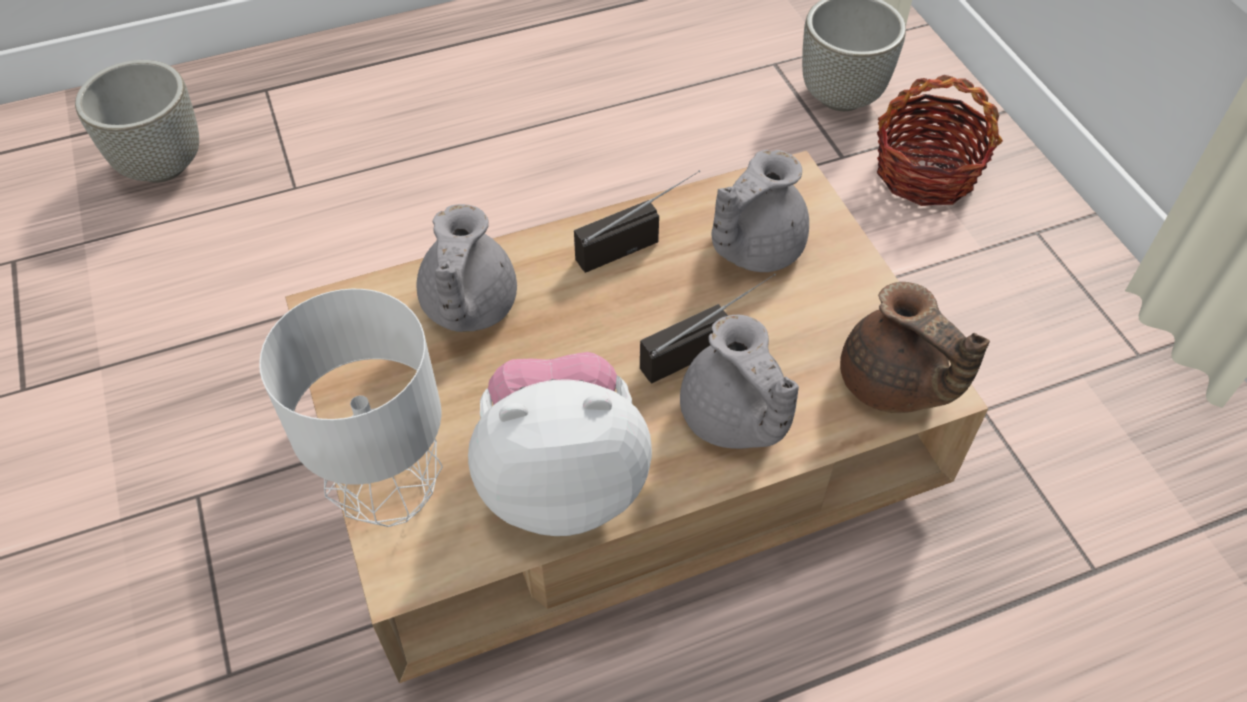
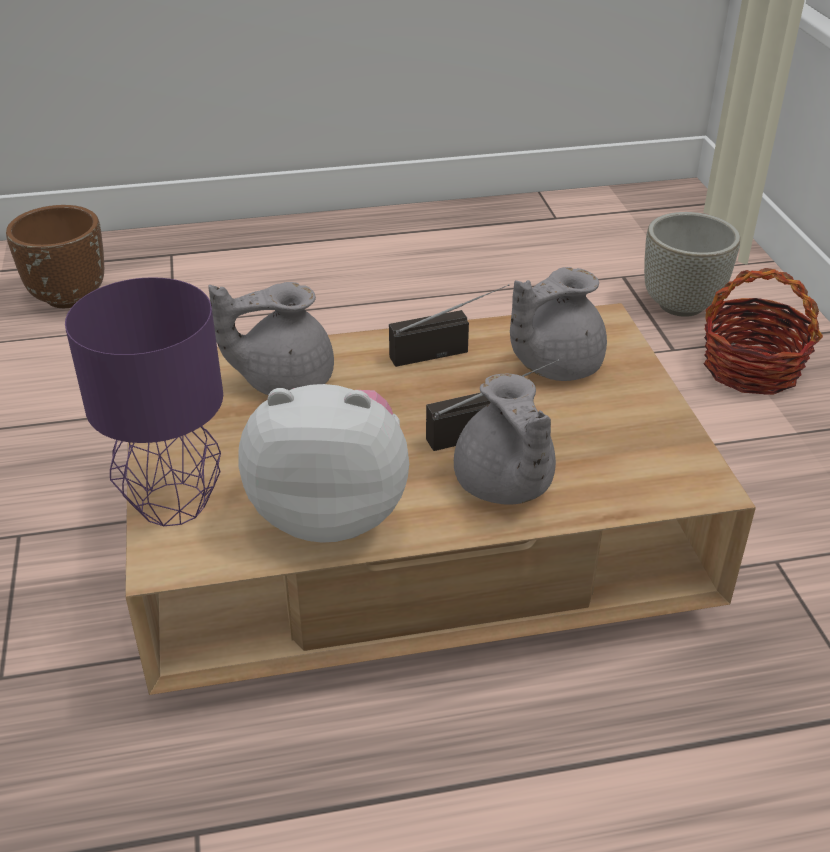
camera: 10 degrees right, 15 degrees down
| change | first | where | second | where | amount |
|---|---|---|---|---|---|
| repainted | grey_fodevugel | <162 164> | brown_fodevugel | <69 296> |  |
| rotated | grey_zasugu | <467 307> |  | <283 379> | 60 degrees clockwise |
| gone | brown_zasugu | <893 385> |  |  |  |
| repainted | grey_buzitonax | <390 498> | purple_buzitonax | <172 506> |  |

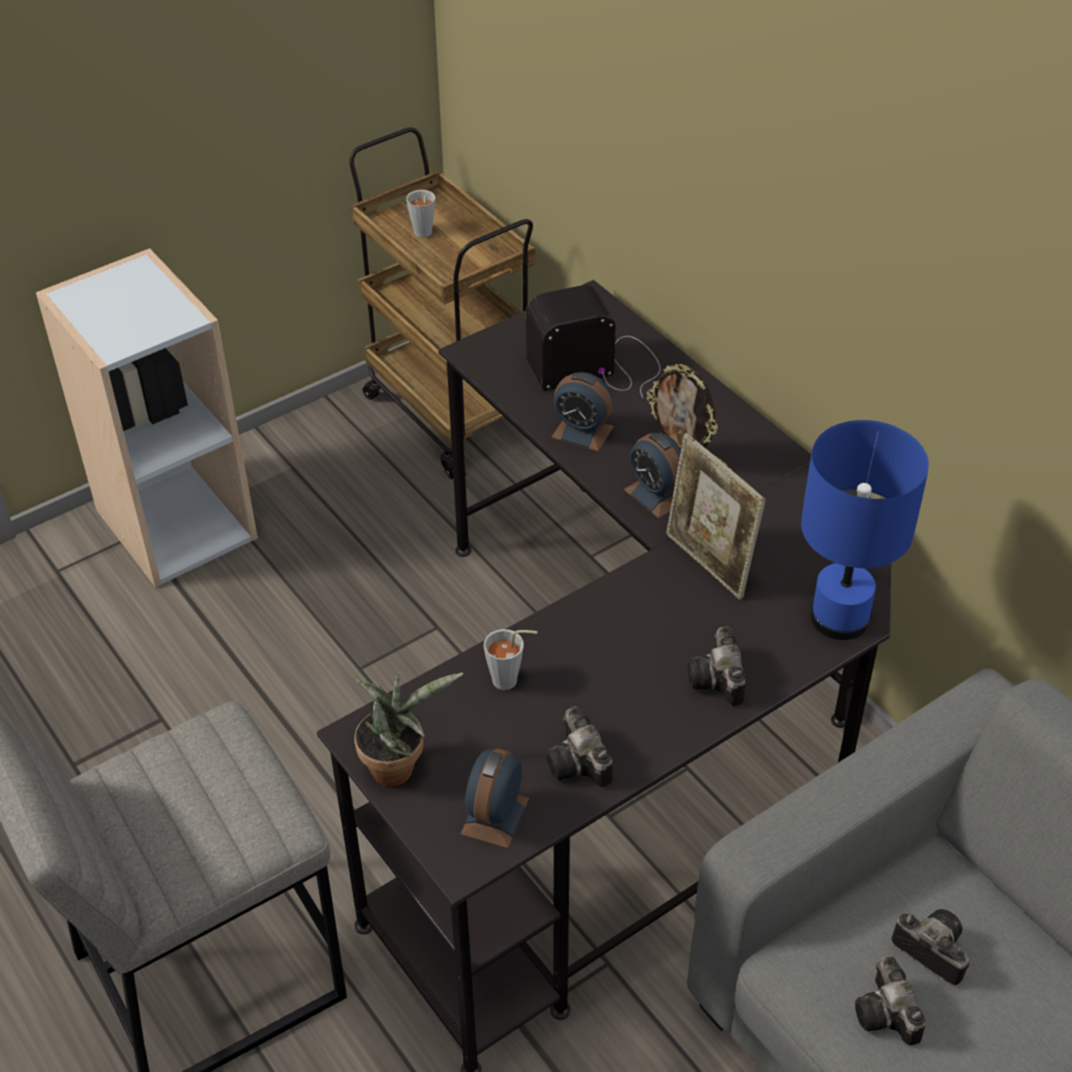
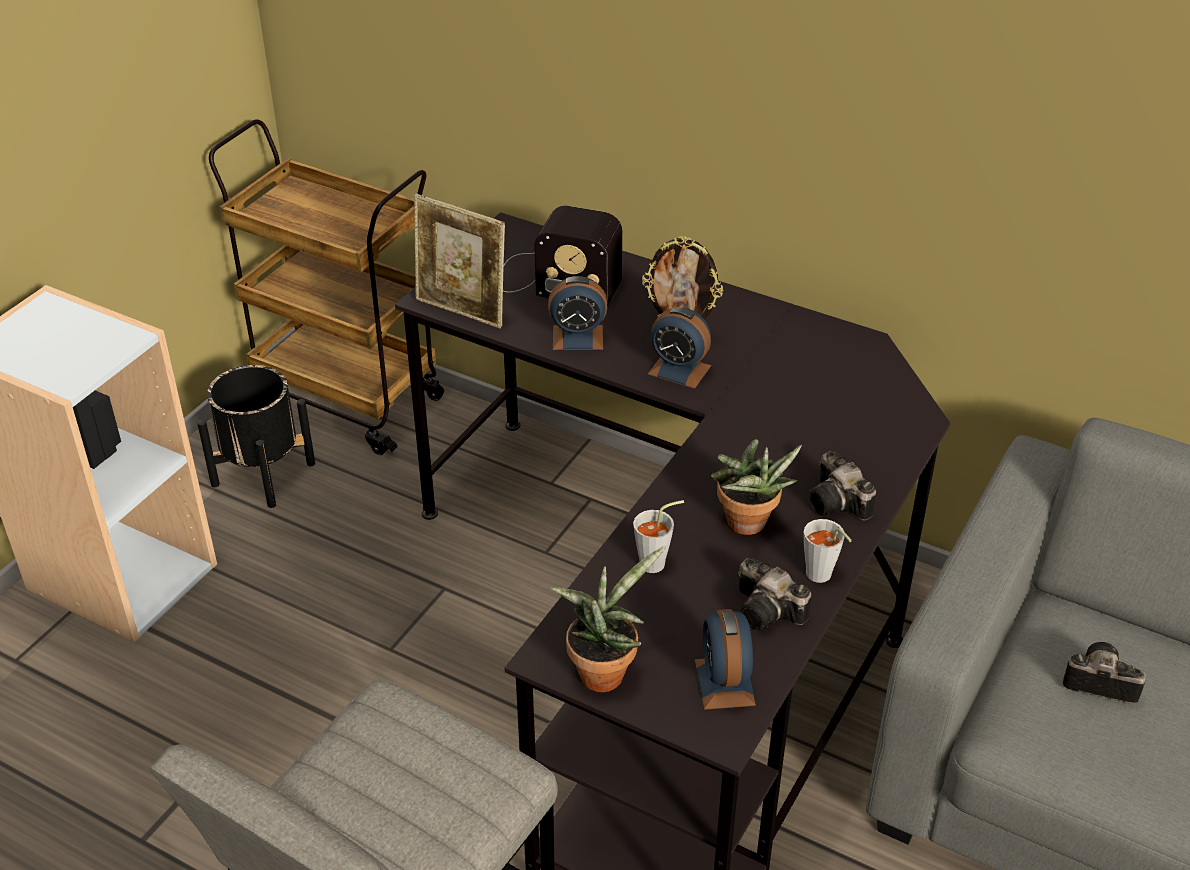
camera: 25 degrees left, 5 degrees down
| change | first | where | second | where | amount |
|---|---|---|---|---|---|
| shifted | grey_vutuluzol | <422 234> |  | <822 577> |  |
| rotated | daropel | <598 365> |  | <554 280> | 120 degrees counterclockwise |
| gone | blue_buzitonax | <838 618> |  |  |  |
| shifted | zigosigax | <708 564> |  | <462 311> |  |
| gone | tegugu | <888 1016> |  |  |  |
| new |  |  | black_fodevugel | <264 474> |  |
| new |  |  | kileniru | <748 526> |  |

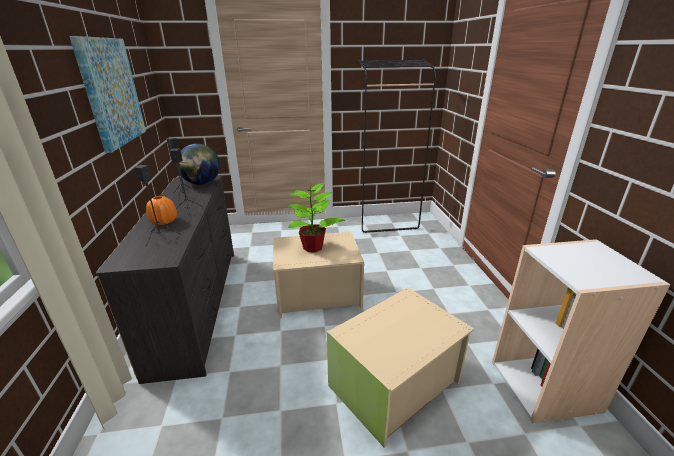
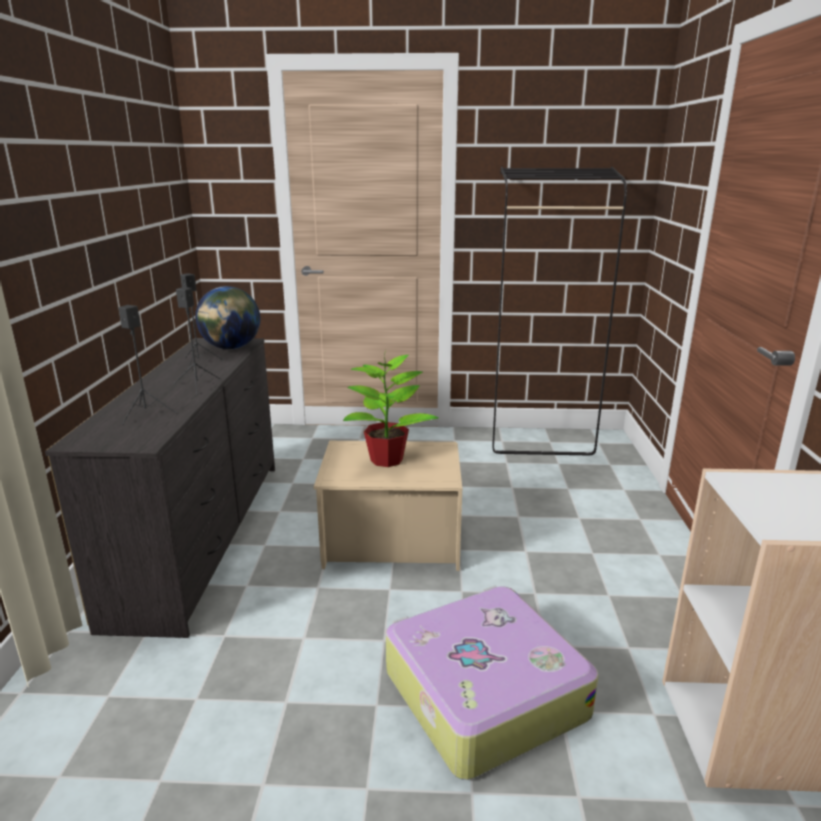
camera: 10 degrees right, 5 degrees down
| change | first | where | second | where | amount |
|---|---|---|---|---|---|
| gone | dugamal | <111 92> |  |  |  |
| gone | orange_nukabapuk | <164 221> |  |  |  |
| swapped | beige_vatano | <396 385> | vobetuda | <482 692> |  |

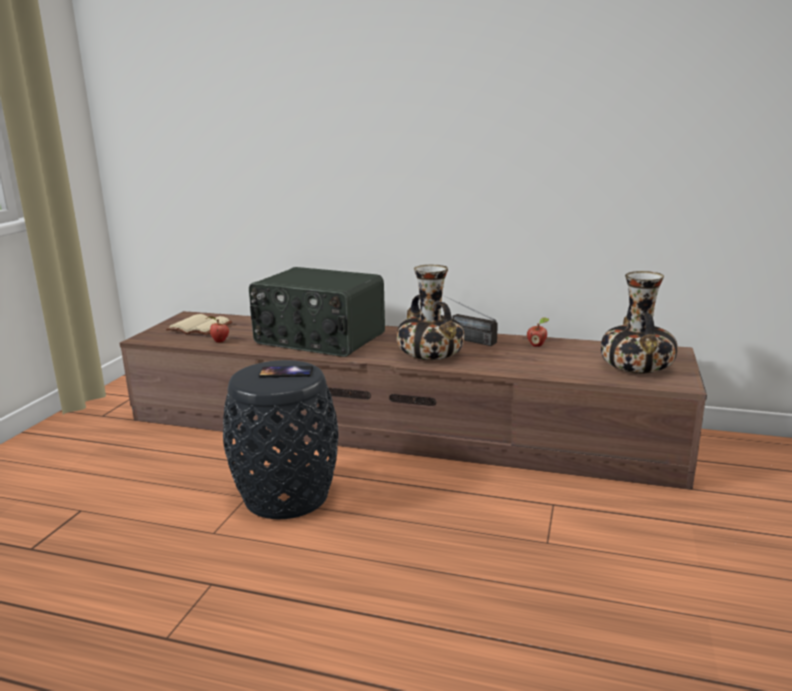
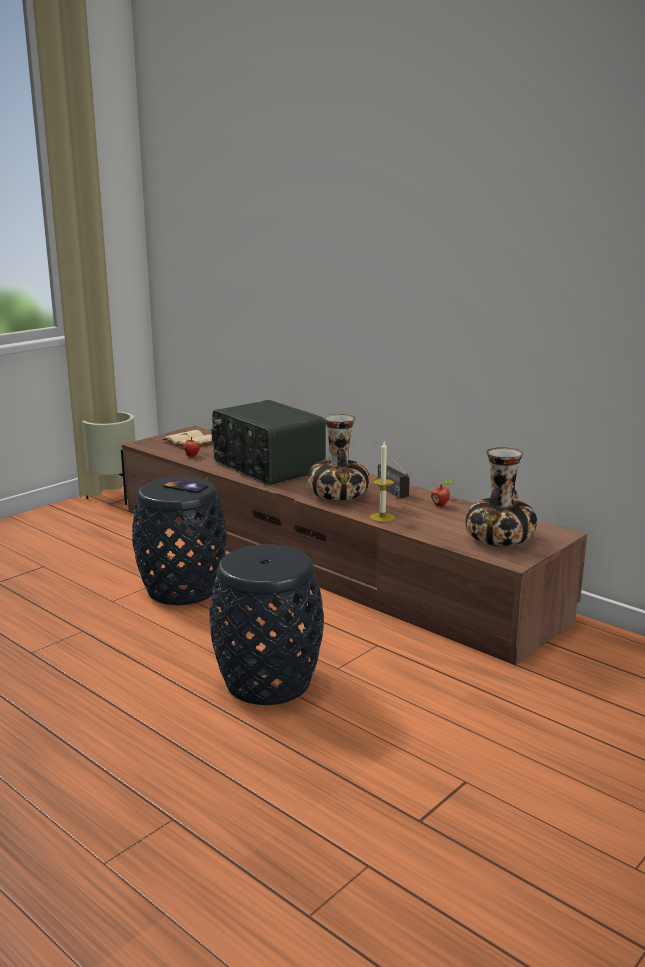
camera: 25 degrees right, 0 degrees up
| change | first | where | second | where | amount |
|---|---|---|---|---|---|
| new |  |  | beige_fodevugel | <113 497> |  |
| new |  |  | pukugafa | <382 517> |  |
| new |  |  | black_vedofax | <268 682> |  |

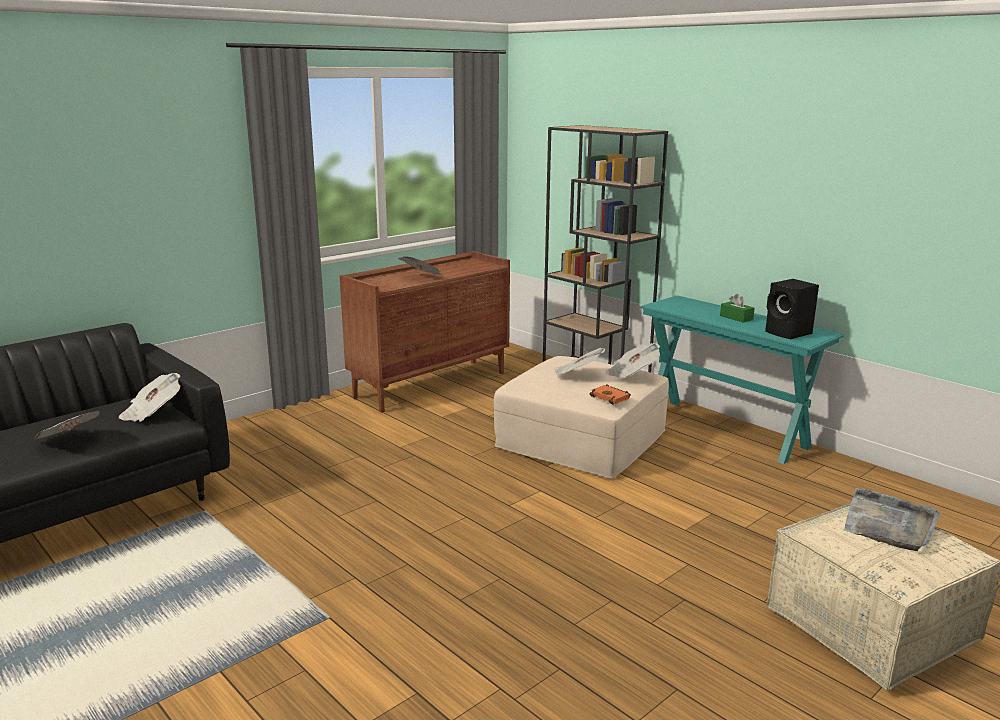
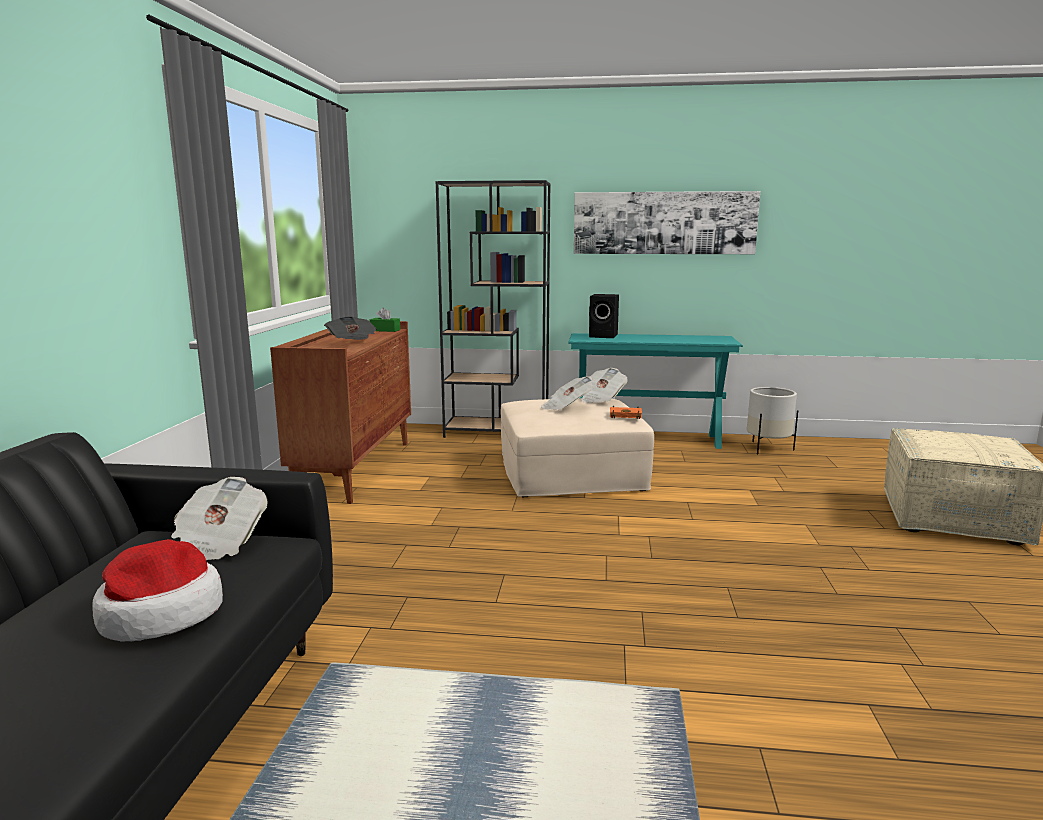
camera: 40 degrees left, 5 degrees down
| change | first | where | second | where | amount |
|---|---|---|---|---|---|
| shifted | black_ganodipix | <789 333> |  | <604 336> |  |
| shifted | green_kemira | <736 317> |  | <385 330> |  |
| swapped | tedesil | <70 441> | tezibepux | <160 614> |  |
| gone | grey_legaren | <889 524> |  |  |  |
| new |  |  | dugamal | <664 223> |  |
| new |  |  | white_fodevugel | <767 448> |  |

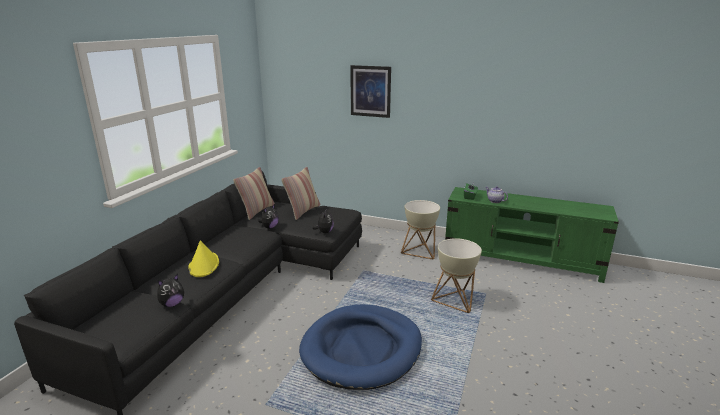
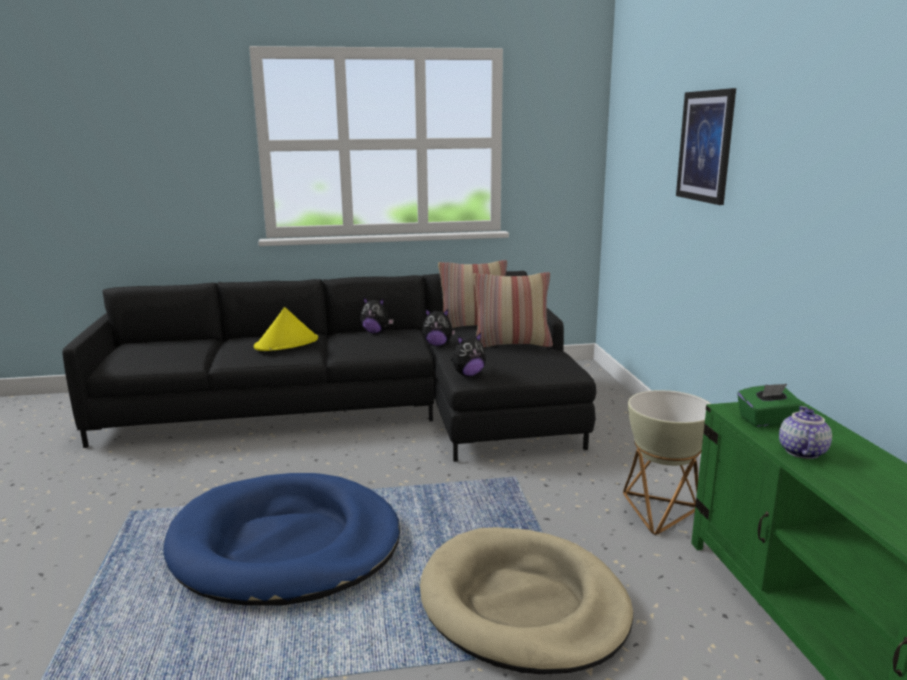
camera: 60 degrees right, 5 degrees down
| change | first | where | second | where | amount |
|---|---|---|---|---|---|
| swapped | fodevugel | <454 300> | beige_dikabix | <523 605> |  |
| shifted | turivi | <172 304> |  | <376 332> |  |

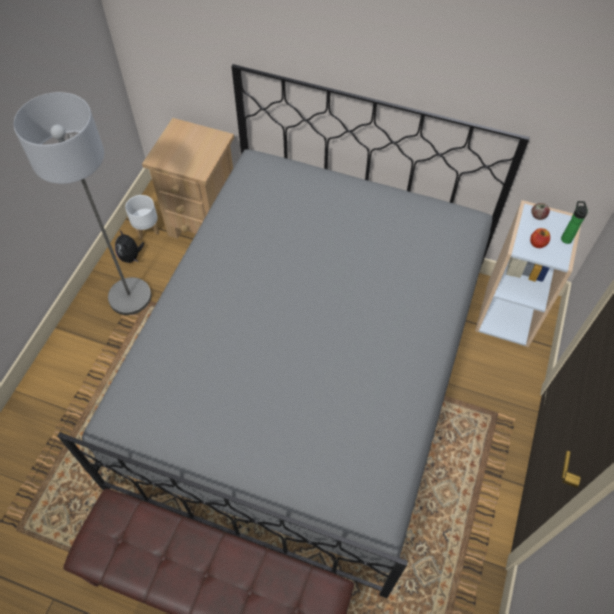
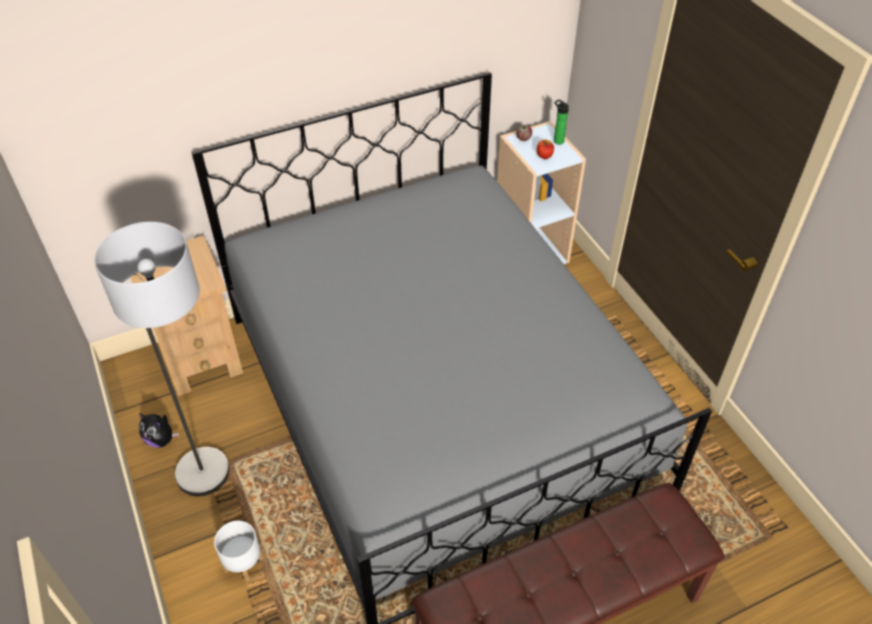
camera: 45 degrees left, 10 degrees down
| change | first | where | second | where | amount |
|---|---|---|---|---|---|
| shifted | white_fodevugel | <147 229> |  | <243 564> |  |

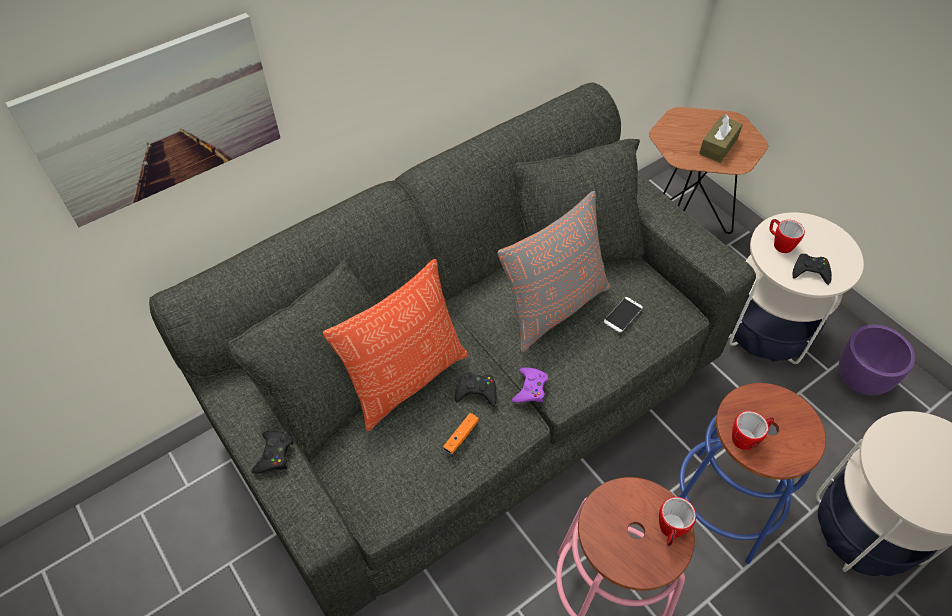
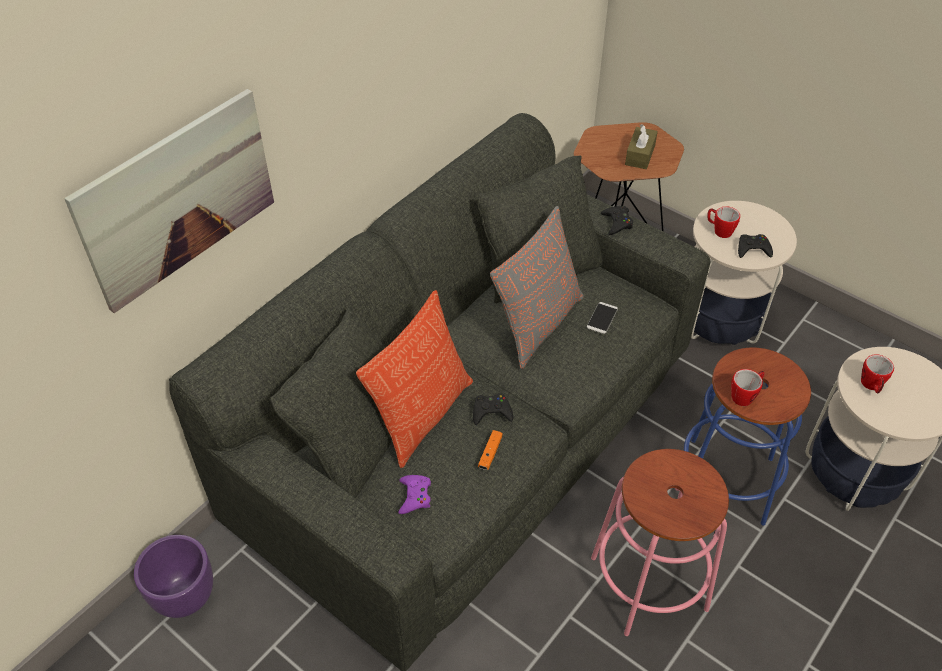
camera: 15 degrees left, 5 degrees down
| change | first | where | second | where | amount |
|---|---|---|---|---|---|
| shifted | purple_fodevugel | <859 379> |  | <185 596> |  |
| shifted | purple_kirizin | <530 388> |  | <414 496> |  |
| shifted | black_kirizin | <274 454> |  | <617 223> |  |
| shifted | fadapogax | <670 531> |  | <871 386> |  |

